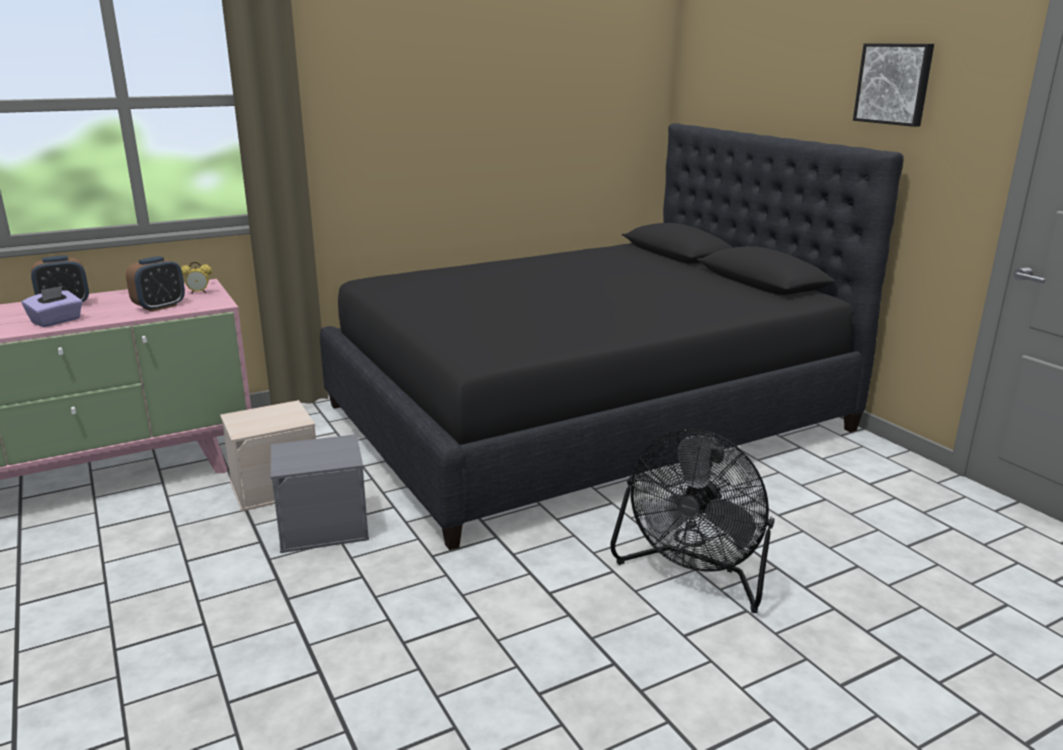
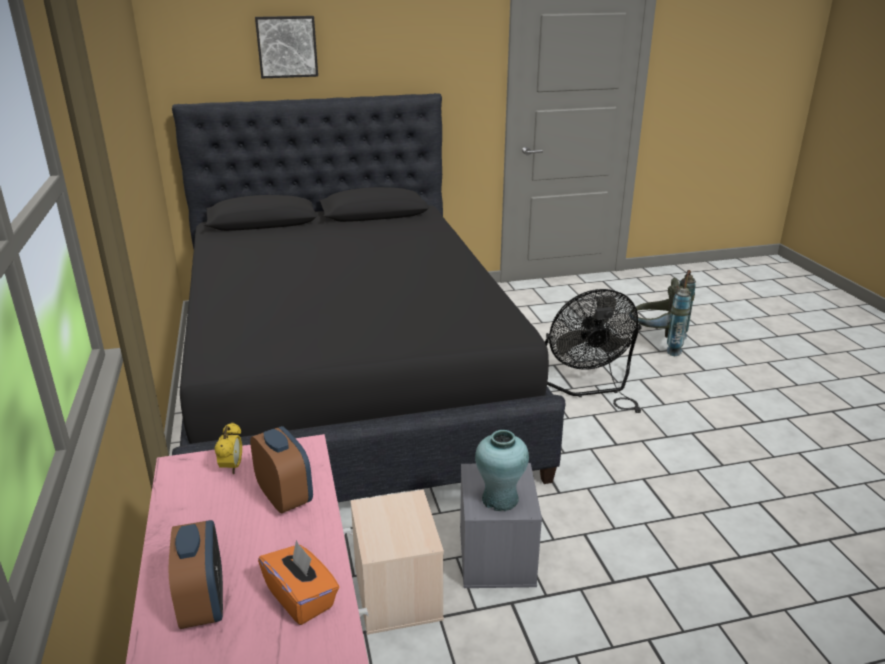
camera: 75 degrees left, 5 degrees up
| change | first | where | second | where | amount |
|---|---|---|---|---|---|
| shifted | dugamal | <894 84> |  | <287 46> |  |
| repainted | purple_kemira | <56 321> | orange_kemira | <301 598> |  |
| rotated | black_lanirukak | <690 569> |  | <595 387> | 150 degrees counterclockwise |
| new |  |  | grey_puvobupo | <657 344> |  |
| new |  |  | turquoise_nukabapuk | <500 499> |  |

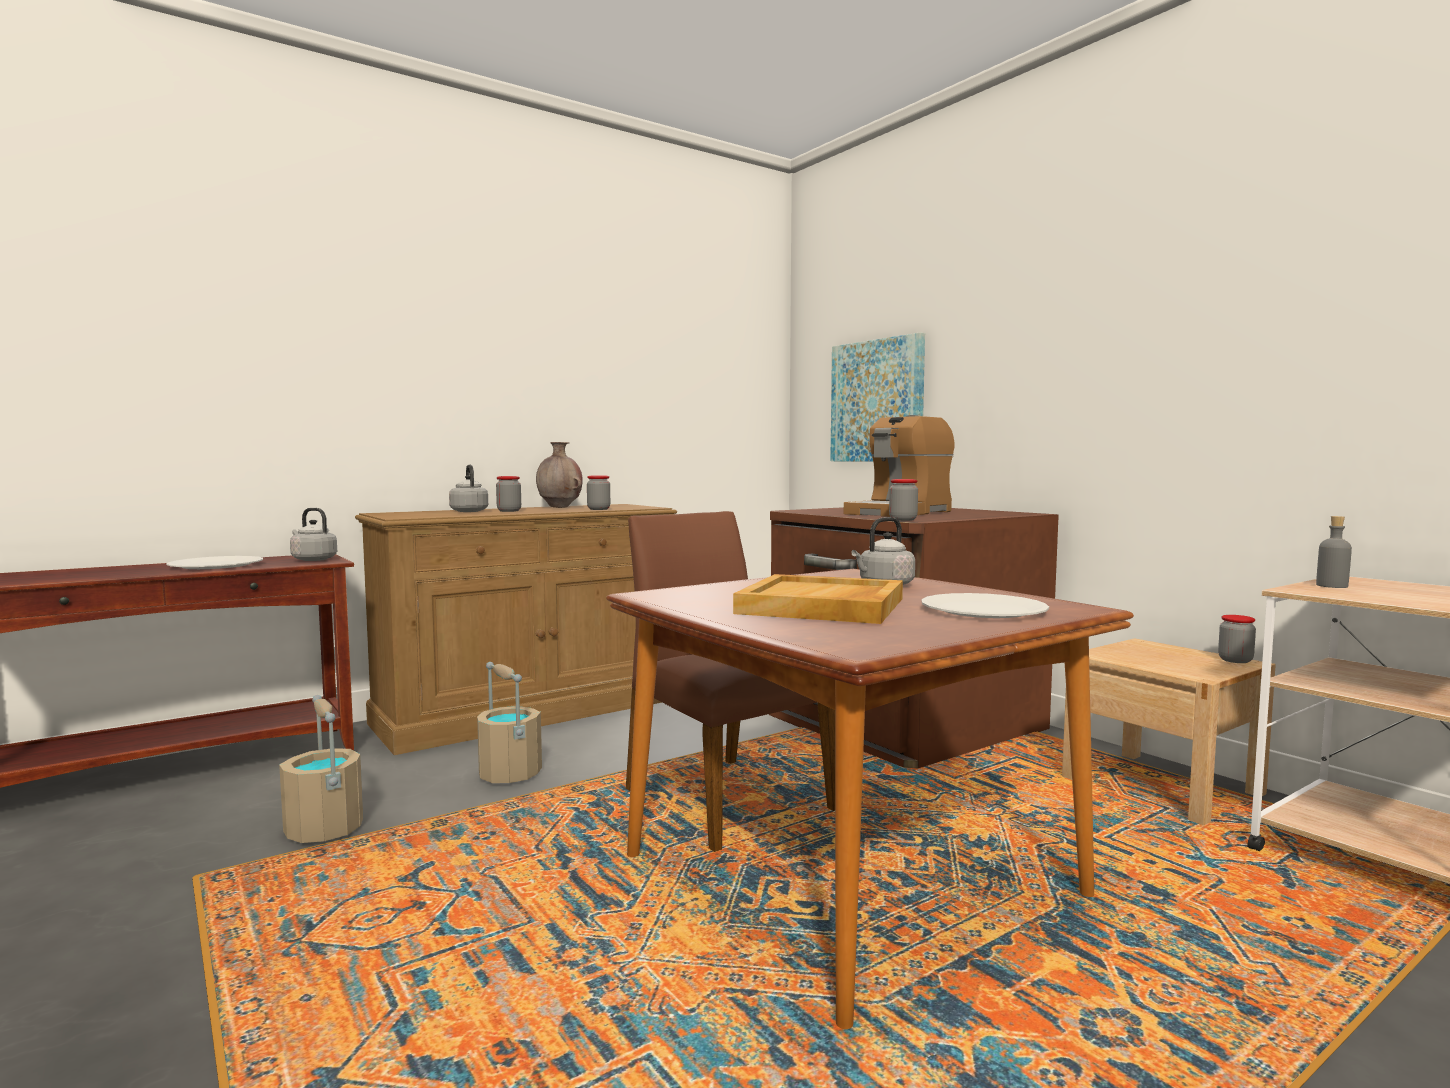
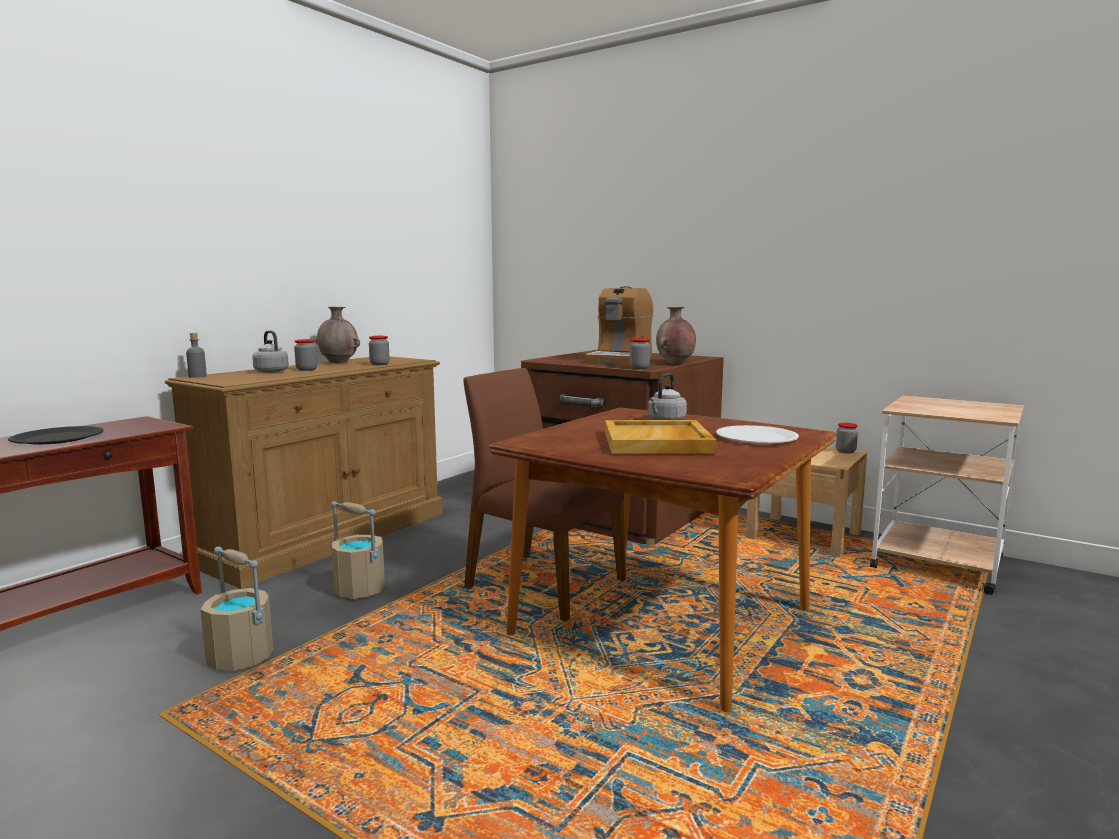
camera: 20 degrees left, 5 degrees up
| change | first | where | second | where | amount |
|---|---|---|---|---|---|
| gone | dugamal | <877 401> |  |  |  |
| gone | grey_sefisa | <312 559> |  |  |  |
| shifted | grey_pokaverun | <1332 586> |  | <197 376> |  |
| repainted | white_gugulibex | <216 565> | black_gugulibex | <57 438> |  |
| new |  |  | brown_nukabapuk | <675 363> |  |

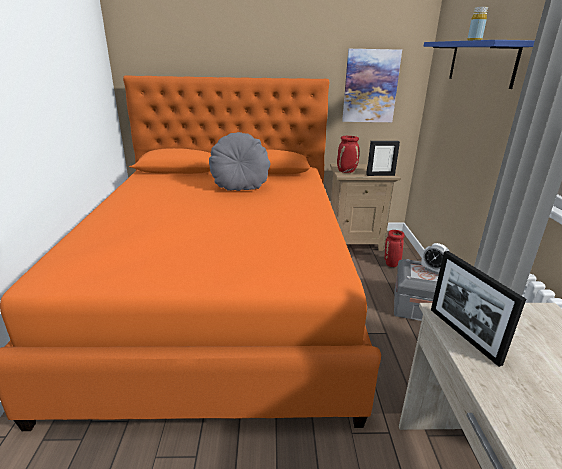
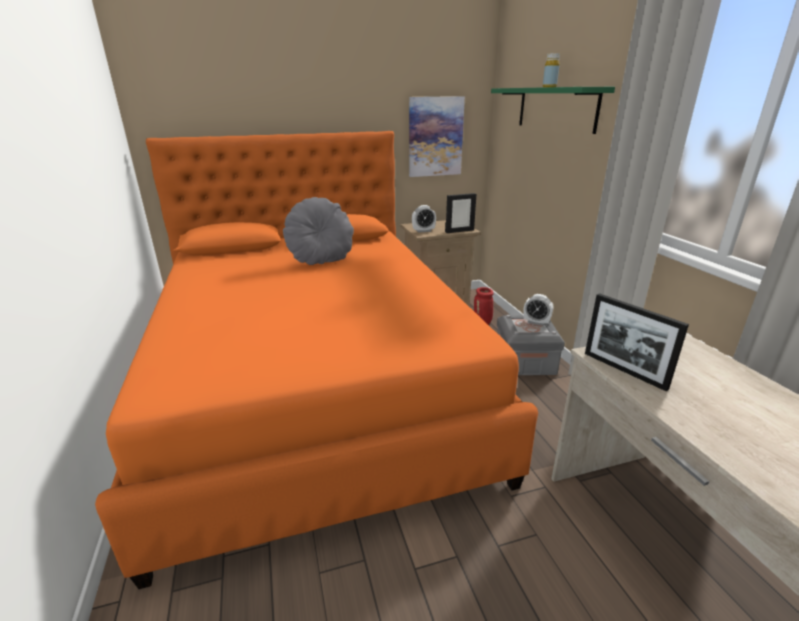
camera: 15 degrees left, 0 degrees up
| change | first | where | second | where | amount |
|---|---|---|---|---|---|
| repainted | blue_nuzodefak | <481 62> | green_nuzodefak | <556 108> |  |
| swapped | red_nukabapuk | <347 171> | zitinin | <423 231> |  |

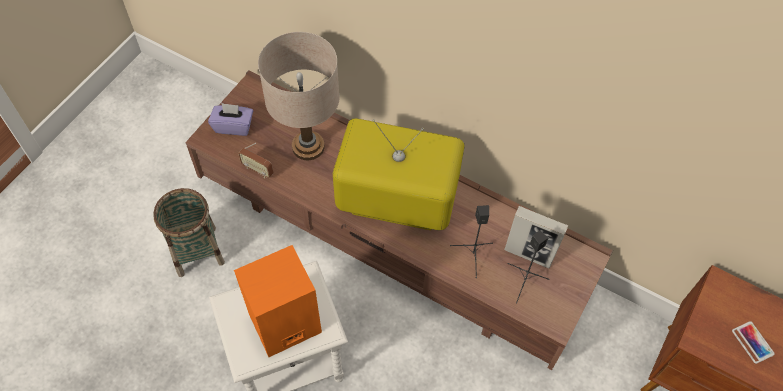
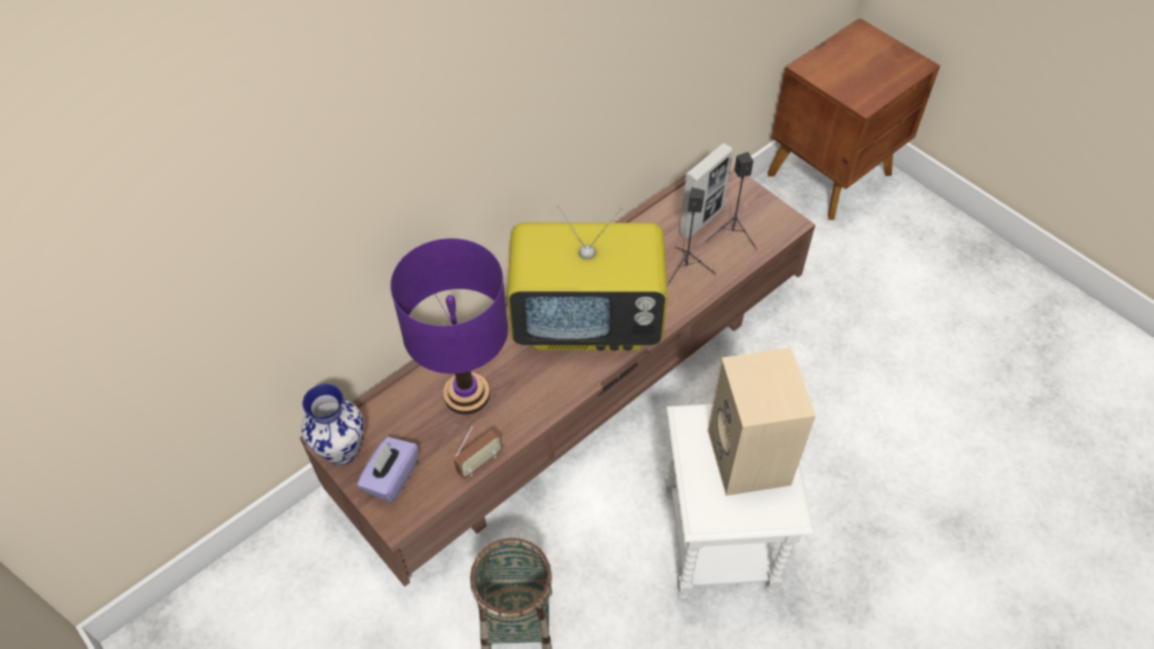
camera: 70 degrees left, 5 degrees down
| change | first | where | second | where | amount |
|---|---|---|---|---|---|
| repainted | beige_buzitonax | <308 147> | purple_buzitonax | <467 394> |  |
| rotated | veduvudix | <395 202> |  | <588 322> | 120 degrees counterclockwise |
| repainted | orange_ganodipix | <284 325> | beige_ganodipix | <751 459> |  |
| gone | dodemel | <752 342> |  |  |  |
| new |  |  | nukabapuk | <342 449> |  |

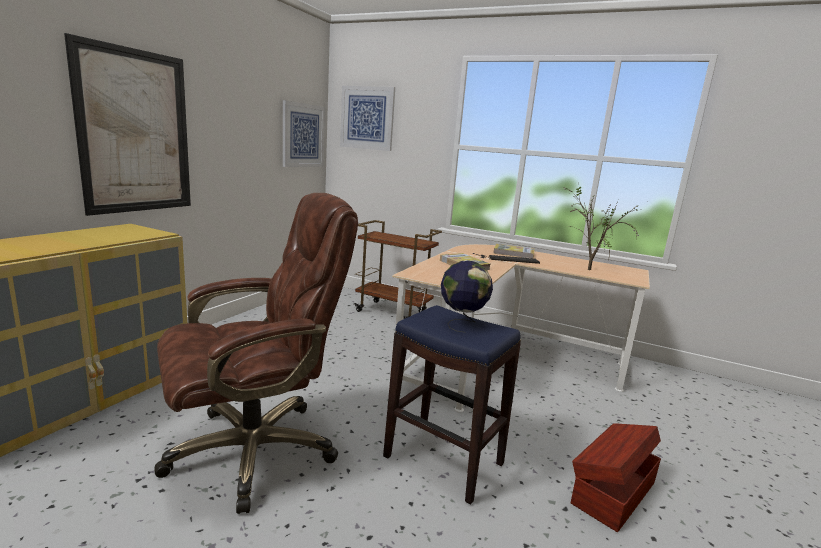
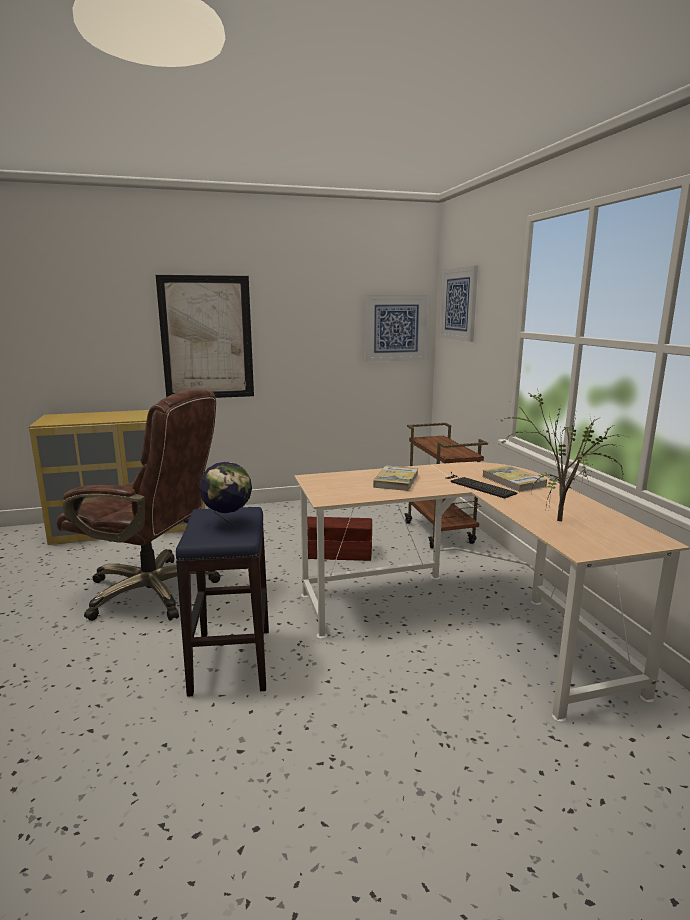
camera: 50 degrees right, 0 degrees up
| change | first | where | second | where | amount |
|---|---|---|---|---|---|
| shifted | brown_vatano | <611 492> |  | <338 552> |  |

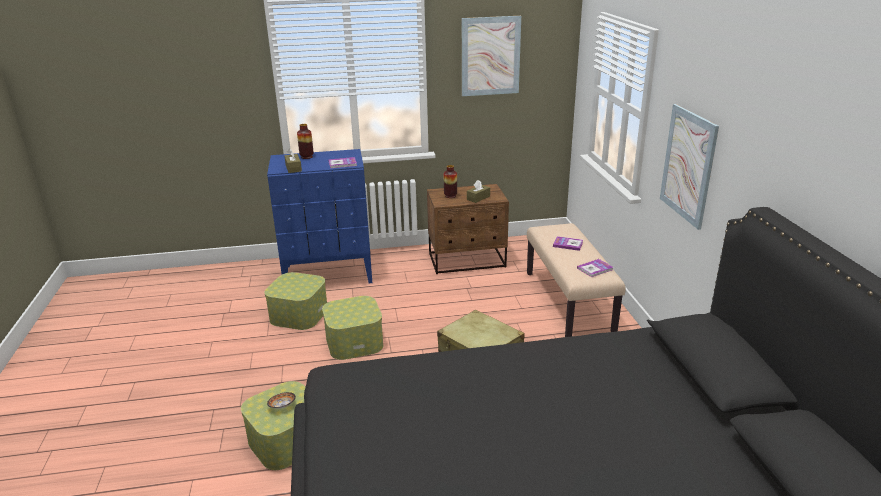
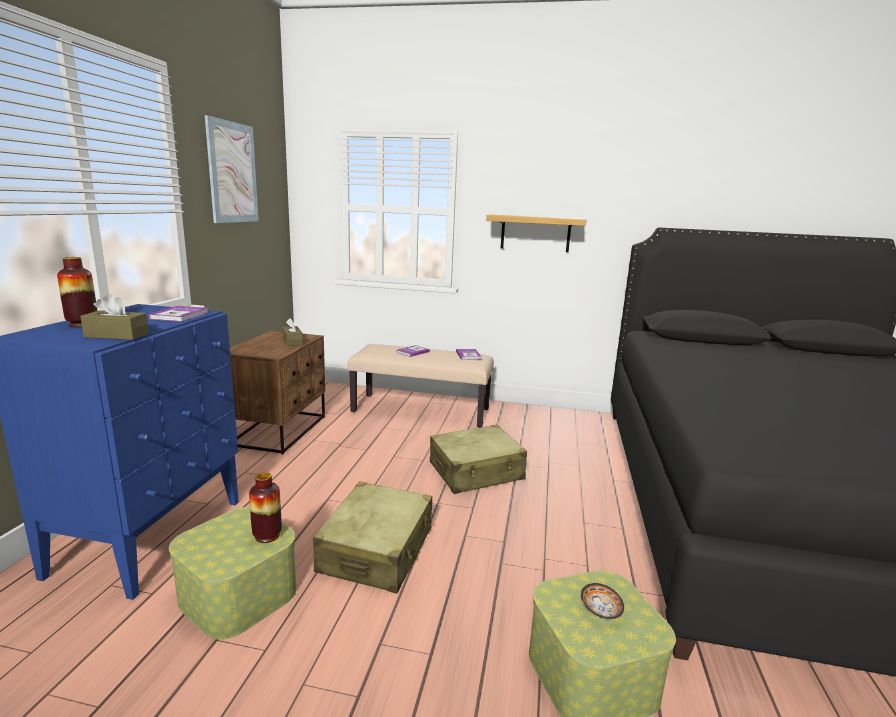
camera: 70 degrees left, 10 degrees down
| change | first | where | second | where | amount |
|---|---|---|---|---|---|
| swapped | dugamal | <688 165> | nuzodefak | <535 233> |  |
| shifted | nukabapuk | <450 196> |  | <267 535> |  |
| swapped | vatano | <354 341> | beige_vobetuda | <377 550> |  |

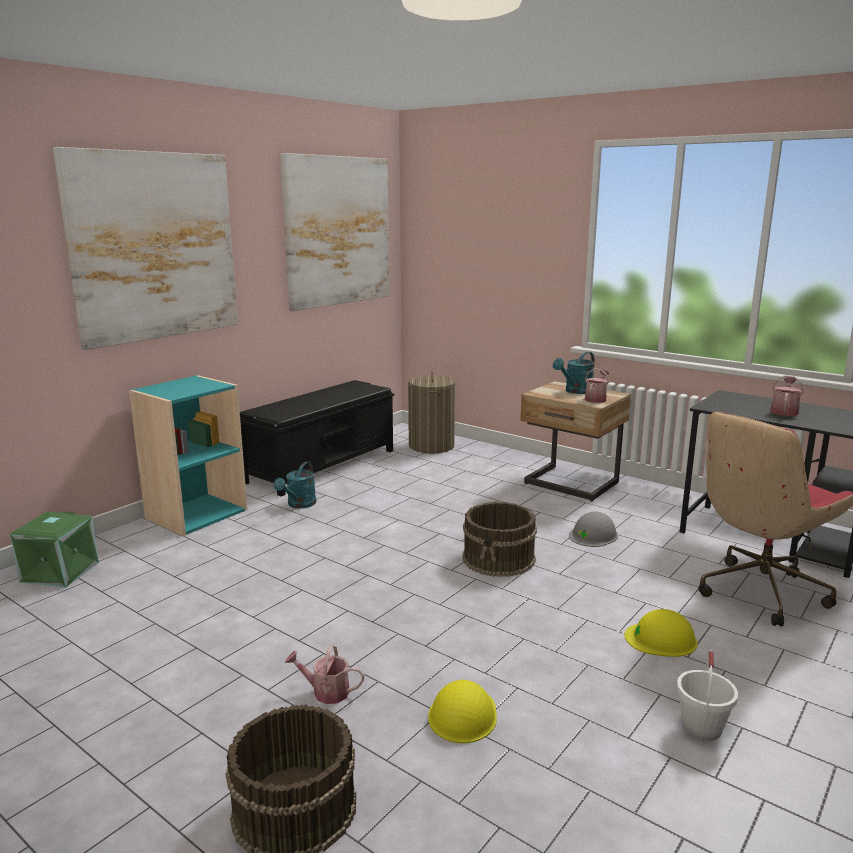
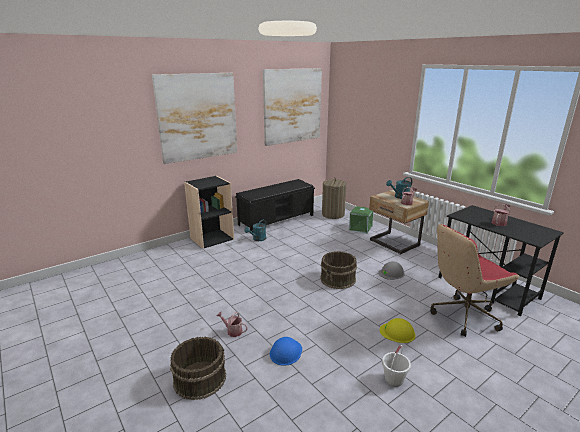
camera: 15 degrees right, 5 degrees up
| change | first | where | second | where | amount |
|---|---|---|---|---|---|
| repainted | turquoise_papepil | <197 513> | black_papepil | <212 238> |  |
| shifted | green_vatano | <60 572> |  | <361 228> |  |
| repainted | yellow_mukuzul | <462 714> | blue_mukuzul | <286 352> |  |

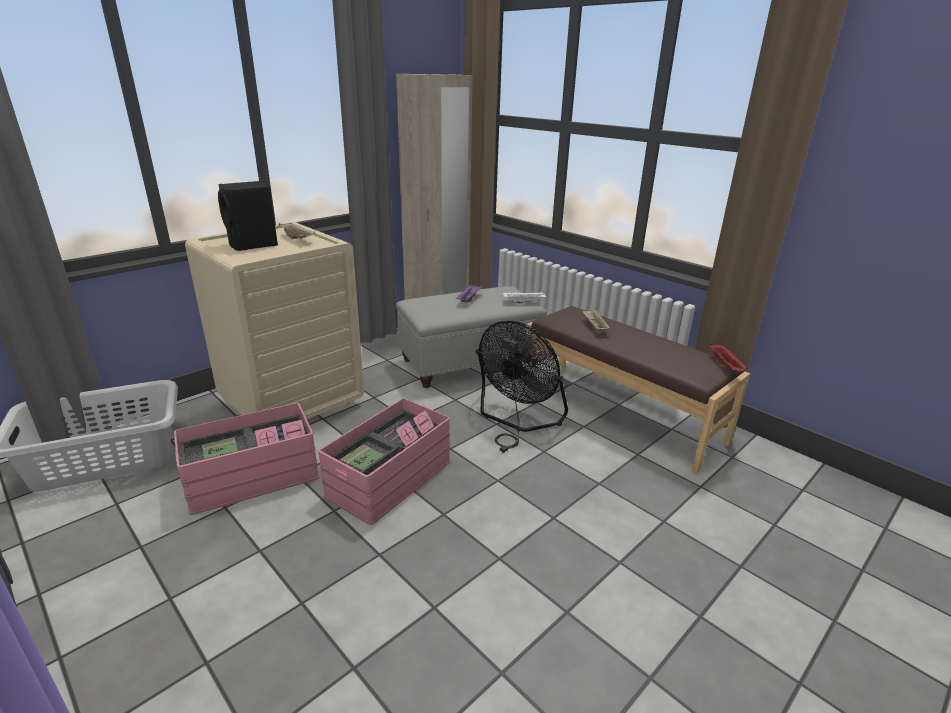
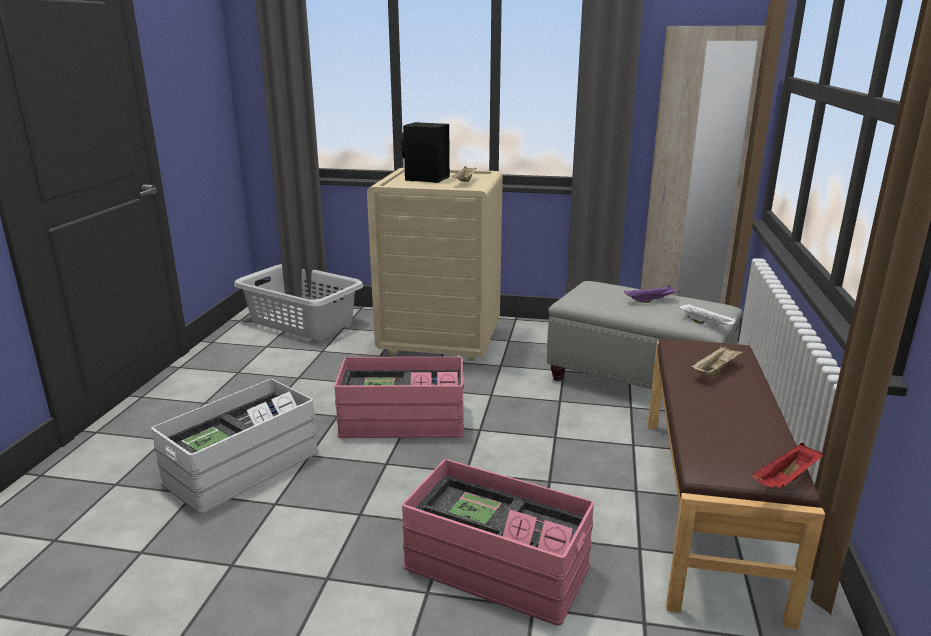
camera: 55 degrees right, 5 degrees down
| change | first | where | second | where | amount |
|---|---|---|---|---|---|
| gone | black_lanirukak | <512 419> |  |  |  |
| shifted | pink_vatano | <252 475> |  | <498 564> |  |
| new |  |  | white_vatano | <242 466> |  |

